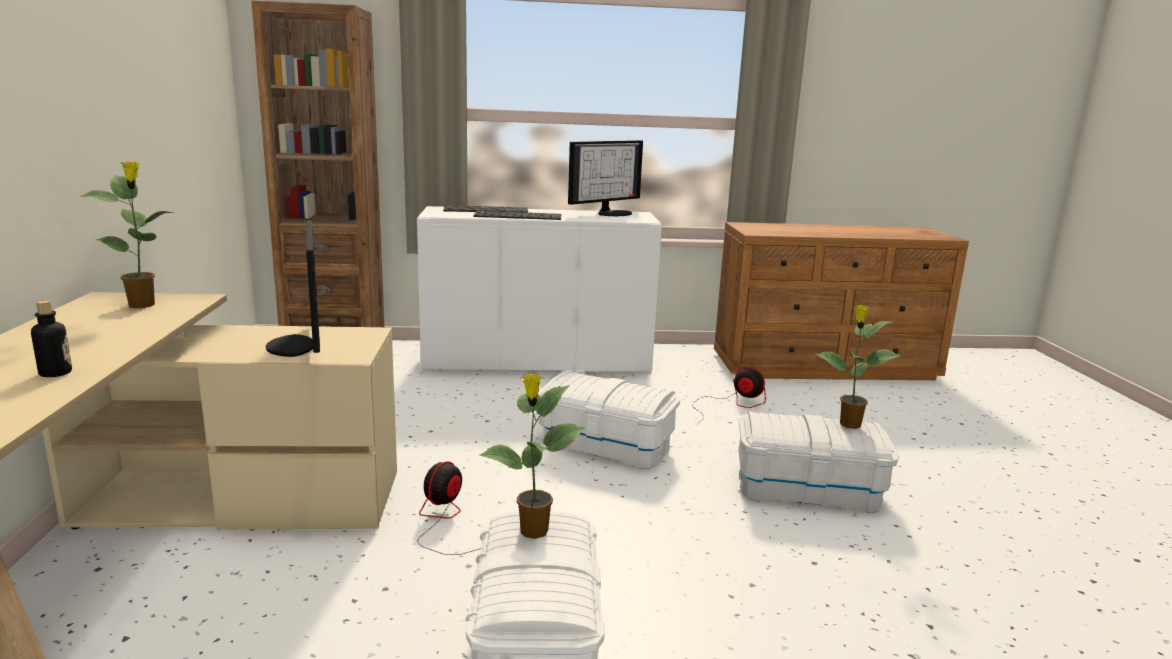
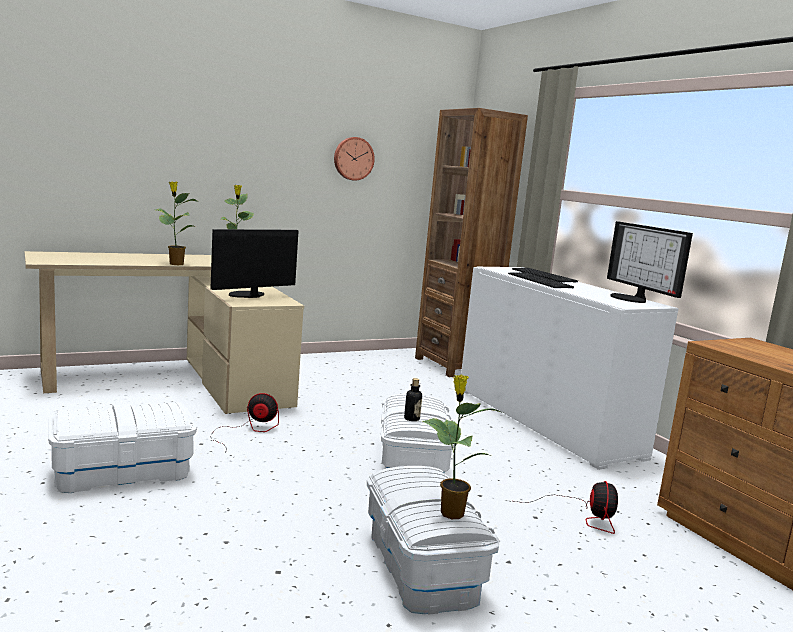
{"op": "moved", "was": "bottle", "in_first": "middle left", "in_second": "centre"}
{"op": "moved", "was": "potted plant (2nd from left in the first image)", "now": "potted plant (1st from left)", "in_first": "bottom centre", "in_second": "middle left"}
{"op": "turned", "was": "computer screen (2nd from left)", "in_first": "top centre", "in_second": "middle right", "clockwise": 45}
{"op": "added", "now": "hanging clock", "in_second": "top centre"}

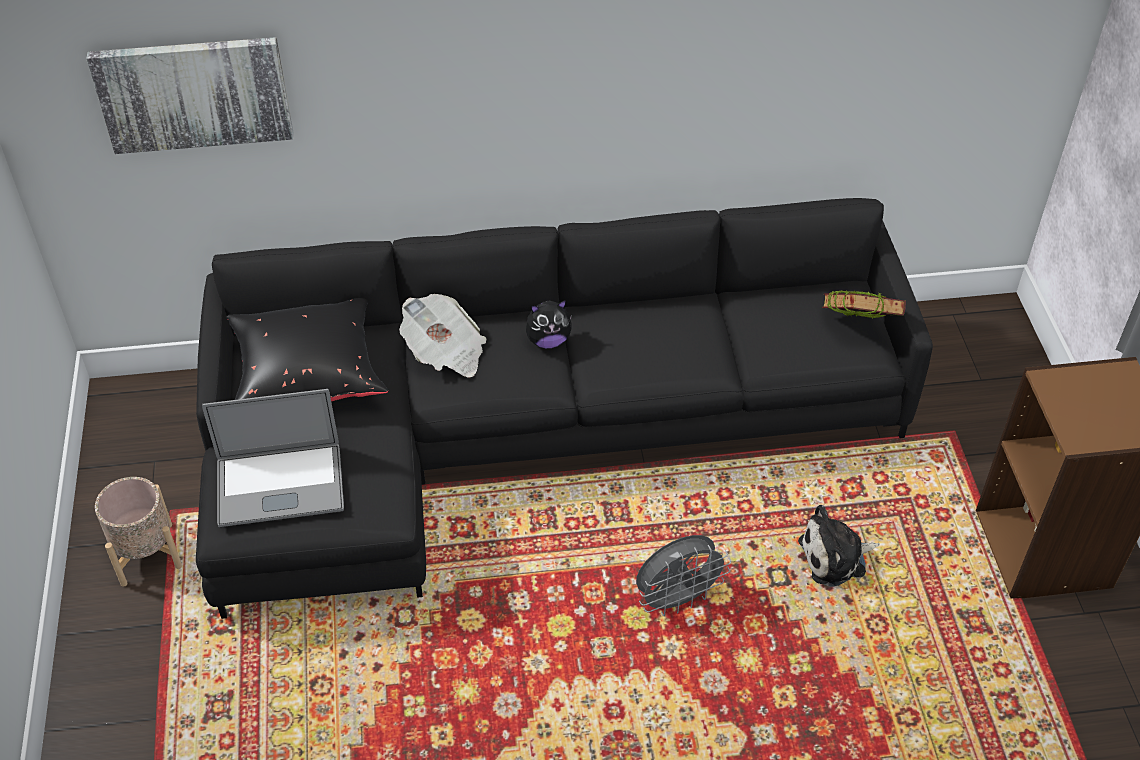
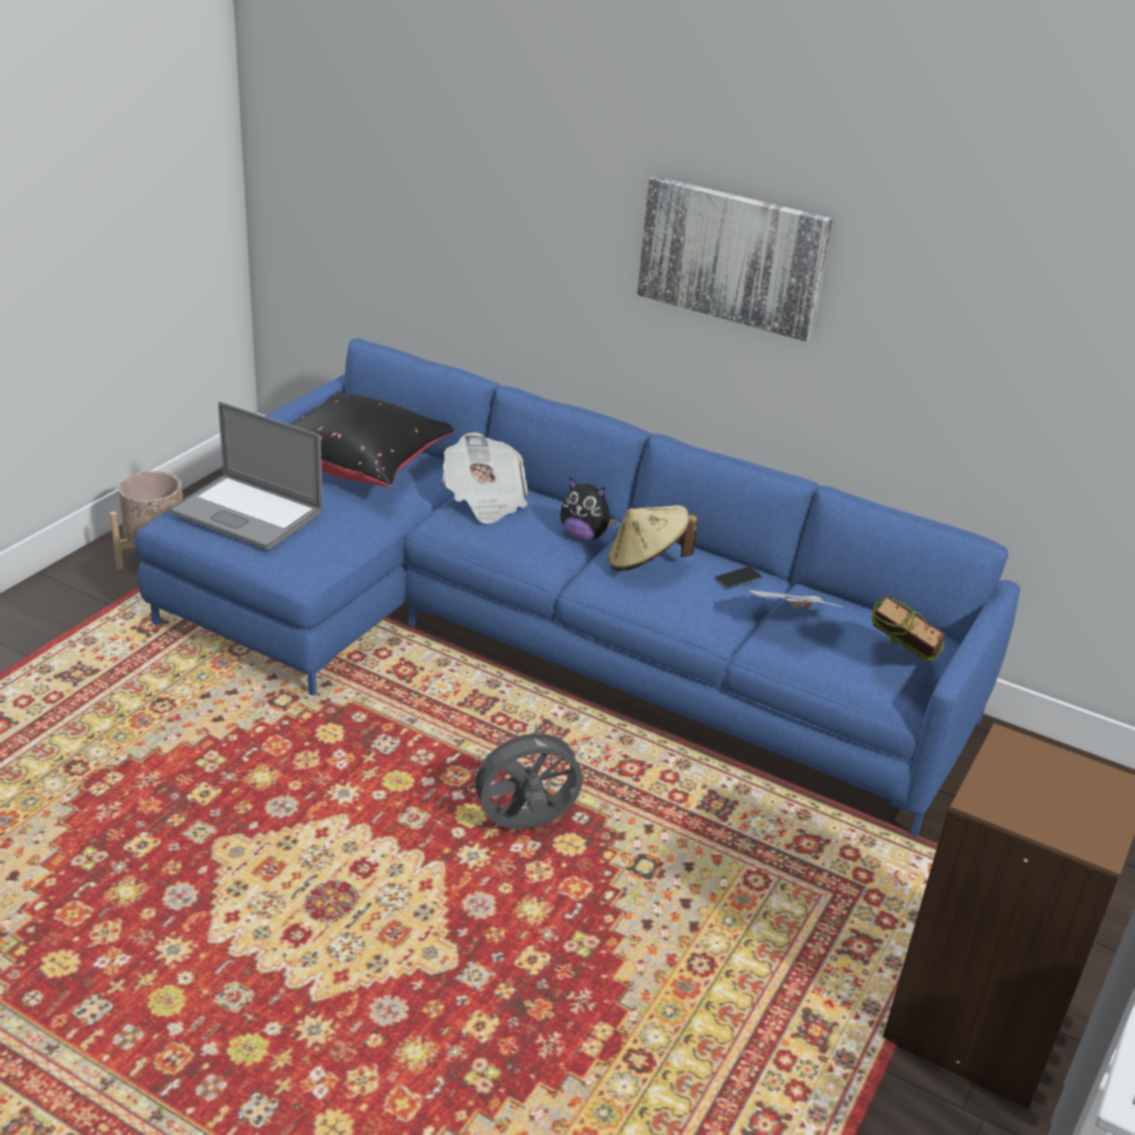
{"op": "moved", "was": "wall picture", "in_first": "top left", "in_second": "top centre"}
{"op": "recoloured", "was": "blackish couch", "now": "bluish couch", "in_first": "centre", "in_second": "centre"}
{"op": "turned", "was": "grey fan", "in_first": "bottom centre", "in_second": "bottom centre", "clockwise": 150}
{"op": "removed", "was": "soft toy (2nd from left)", "in_first": "bottom right"}
{"op": "added", "now": "beige-coloured clothing hat", "in_second": "centre"}
{"op": "added", "now": "telephone", "in_second": "centre"}
{"op": "added", "now": "newspaper (2nd from left)", "in_second": "middle right"}

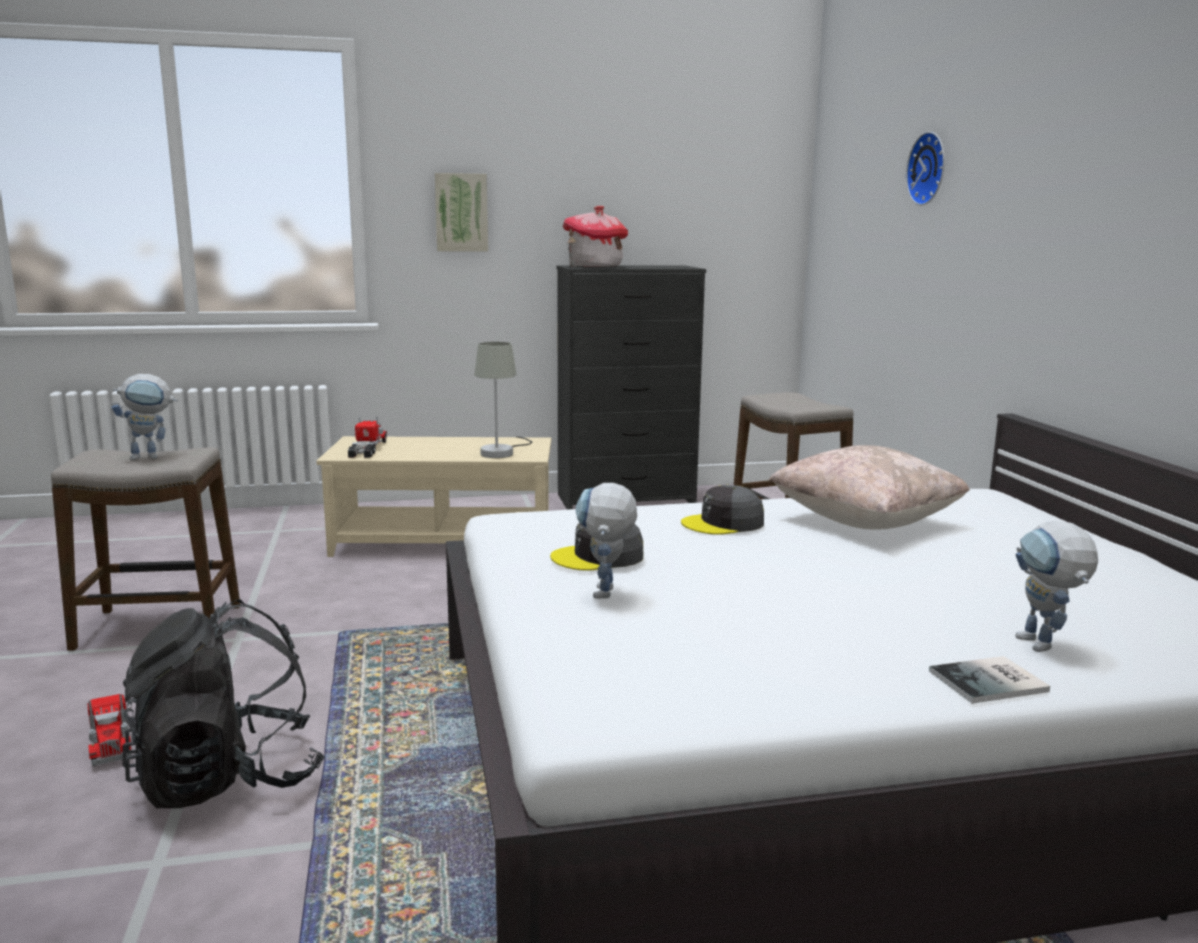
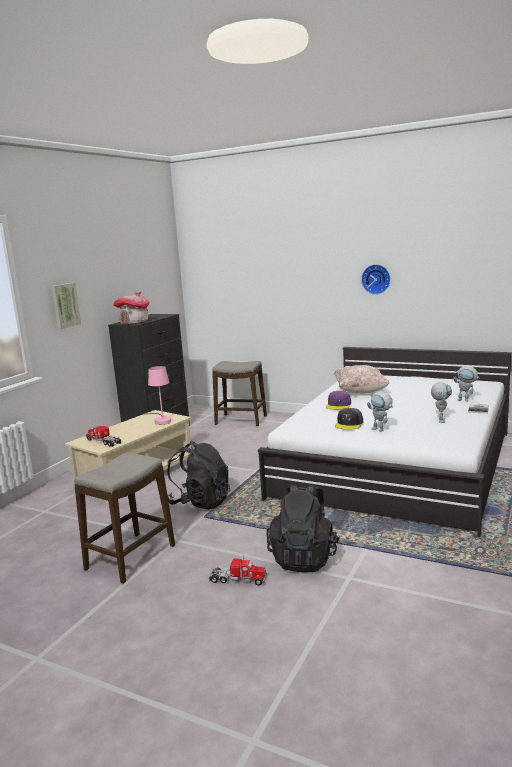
{"op": "moved", "was": "toy robot (1st from left in the first image)", "now": "toy robot (2nd from left)", "in_first": "middle left", "in_second": "middle right"}
{"op": "recoloured", "was": "grey table lamp", "now": "pink-coloured table lamp", "in_first": "centre", "in_second": "middle left"}
{"op": "recoloured", "was": "grey baseball cap (2nd from left)", "now": "purple baseball cap", "in_first": "centre", "in_second": "centre"}
{"op": "moved", "was": "hanging clock", "in_first": "top right", "in_second": "middle right"}
{"op": "added", "now": "blackish rucksack (1st from left)", "in_second": "centre"}

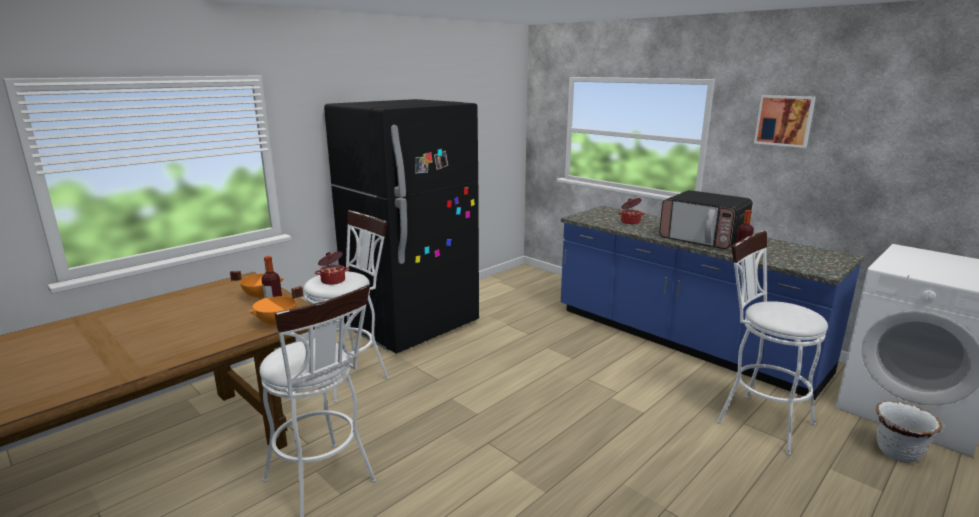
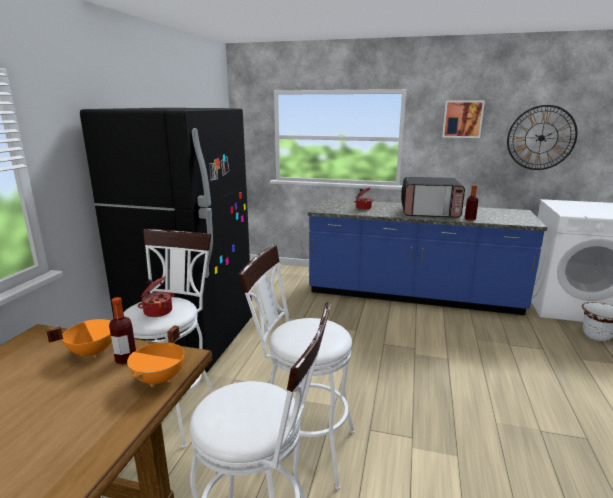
{"op": "moved", "was": "white stool (3rd from left)", "in_first": "middle right", "in_second": "bottom centre"}
{"op": "added", "now": "hanging clock", "in_second": "top right"}

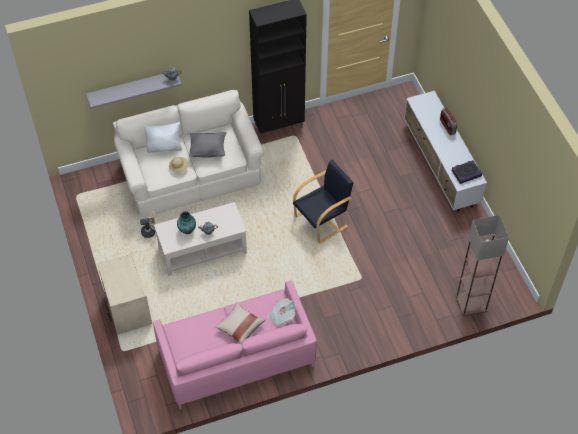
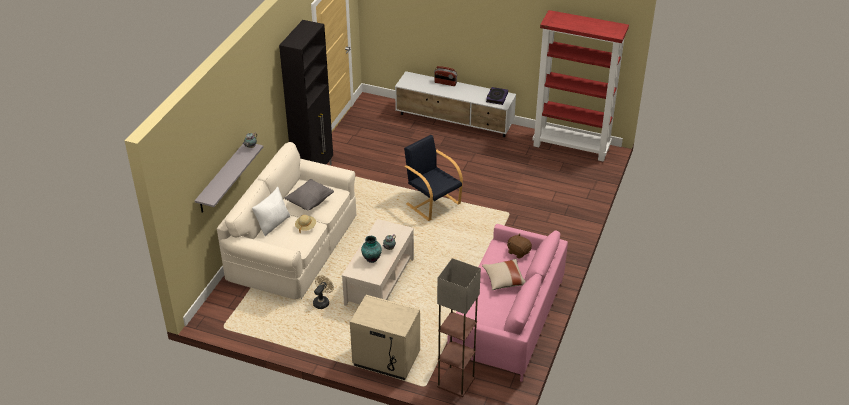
{"op": "replaced", "was": "newspaper", "now": "brownish soft toy", "in_first": "bottom centre", "in_second": "centre"}
{"op": "turned", "was": "blackish lounge chair", "in_first": "centre", "in_second": "centre", "clockwise": -45}
{"op": "moved", "was": "floor lamp", "in_first": "middle right", "in_second": "bottom centre"}
{"op": "added", "now": "reddish shelving unit", "in_second": "top right"}

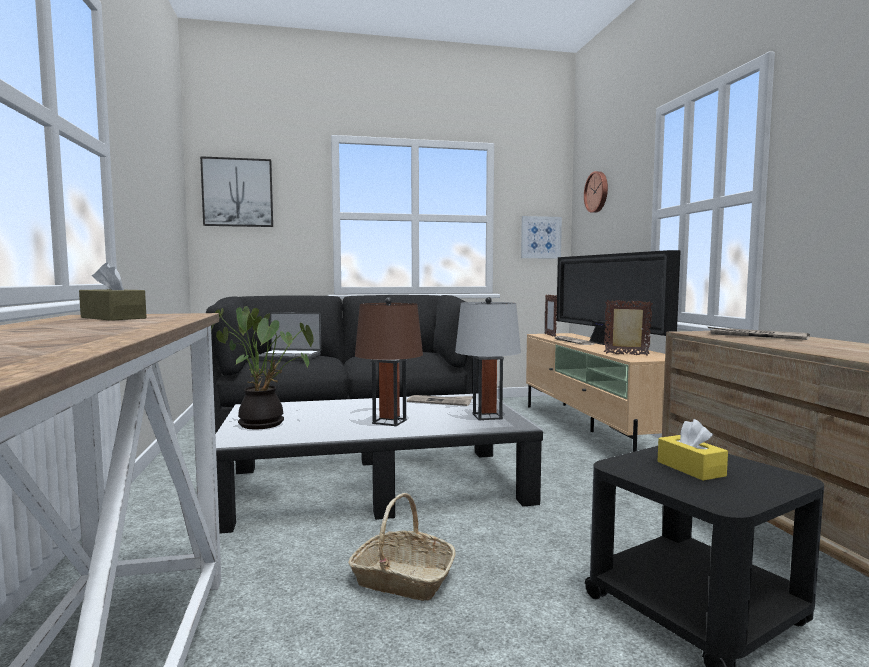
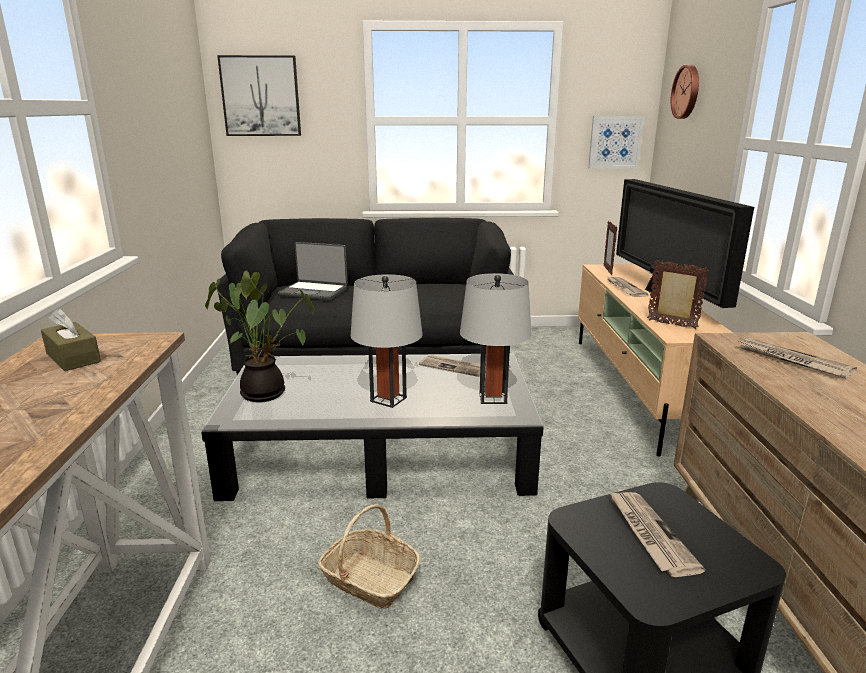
{"op": "recoloured", "was": "brownish table lamp", "now": "grey table lamp (1st from left)", "in_first": "centre", "in_second": "centre"}
{"op": "replaced", "was": "yellowish tissue holder", "now": "newspaper (3rd from left)", "in_first": "bottom right", "in_second": "bottom right"}

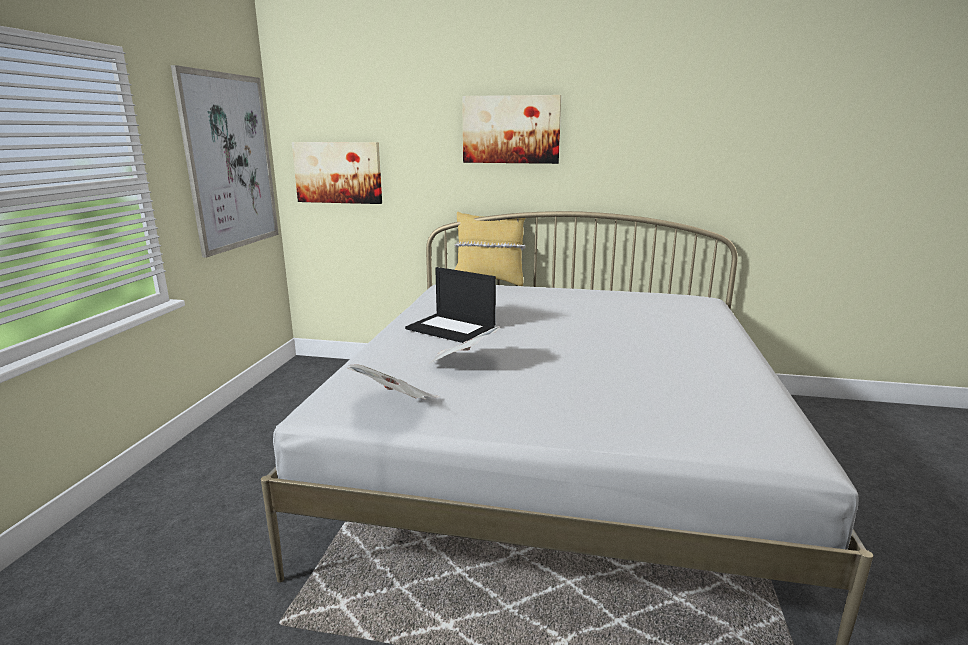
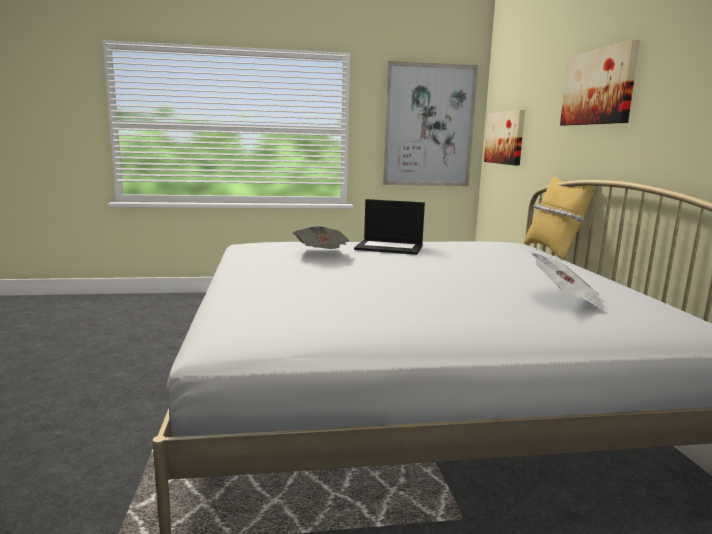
{"op": "moved", "was": "newspaper (1st from left in the first image)", "now": "newspaper (2nd from left)", "in_first": "centre", "in_second": "middle right"}
{"op": "turned", "was": "laptop", "in_first": "centre", "in_second": "centre", "clockwise": -90}

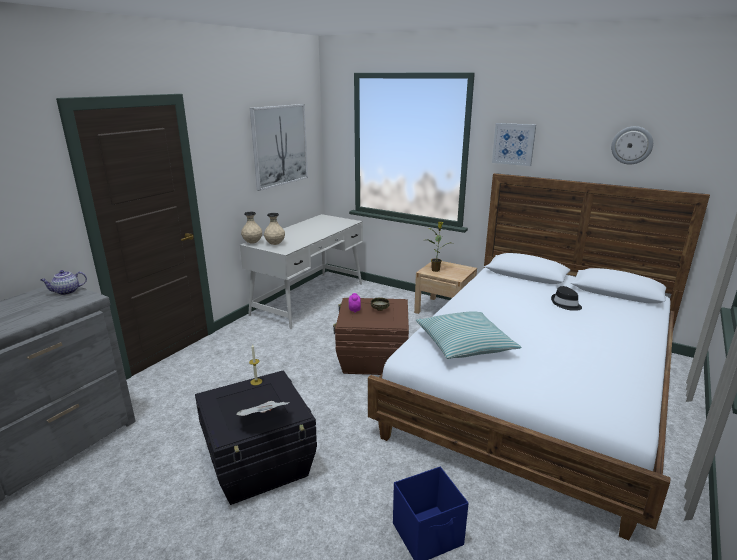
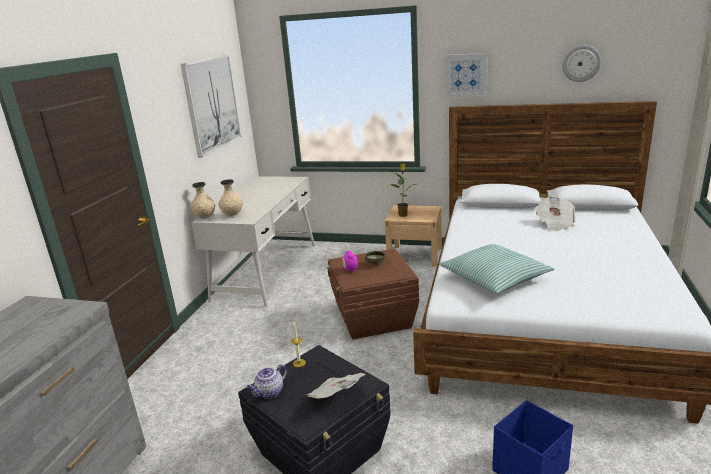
{"op": "moved", "was": "tea pot", "in_first": "middle left", "in_second": "bottom centre"}
{"op": "replaced", "was": "blackish clothing hat", "now": "newspaper (2nd from left)", "in_first": "middle right", "in_second": "middle right"}

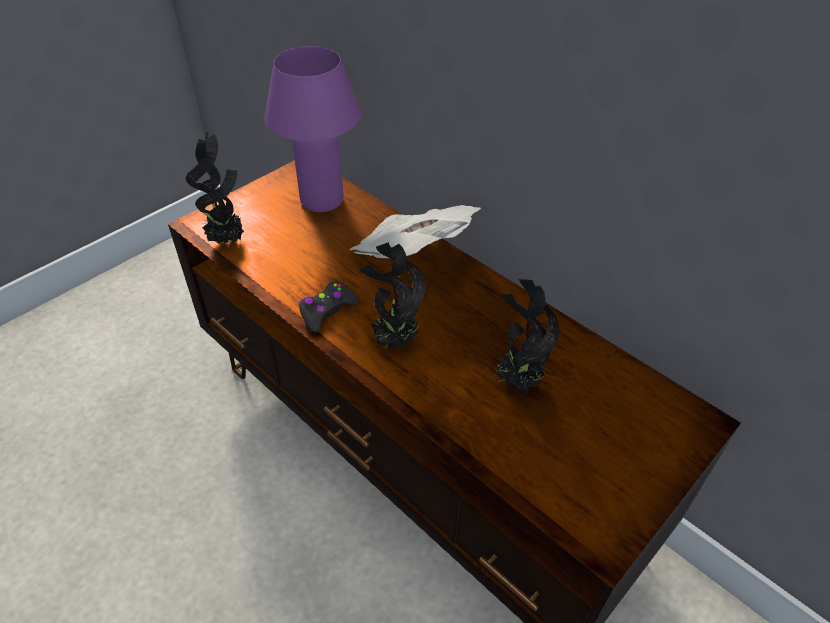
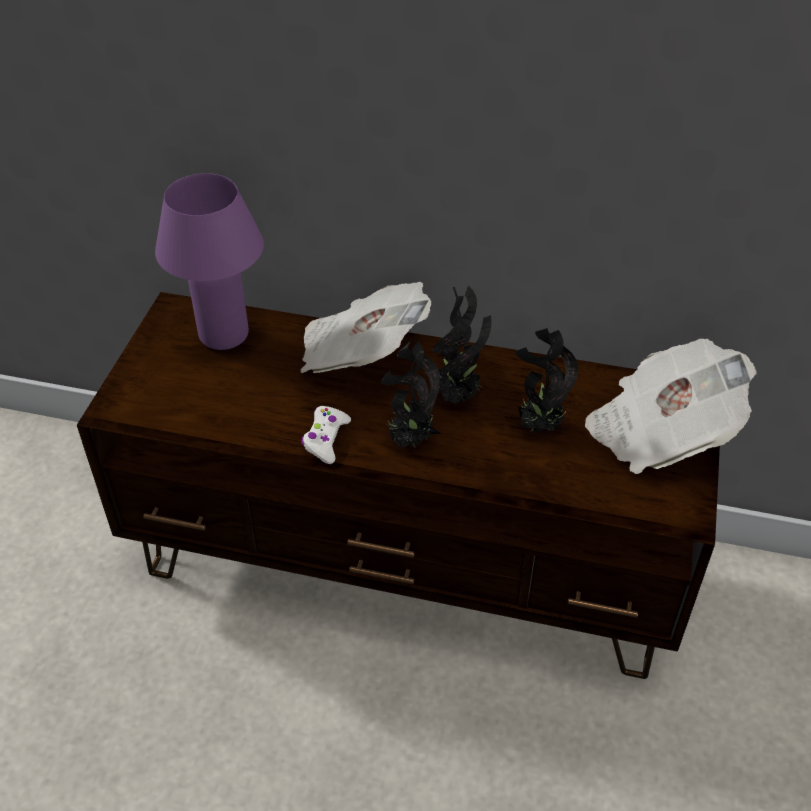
{"op": "moved", "was": "potted plant (1st from left in the first image)", "now": "potted plant (2nd from left)", "in_first": "top left", "in_second": "centre"}
{"op": "recoloured", "was": "blackish joypad", "now": "white joypad", "in_first": "centre", "in_second": "centre"}
{"op": "added", "now": "newspaper (2nd from left)", "in_second": "middle right"}

